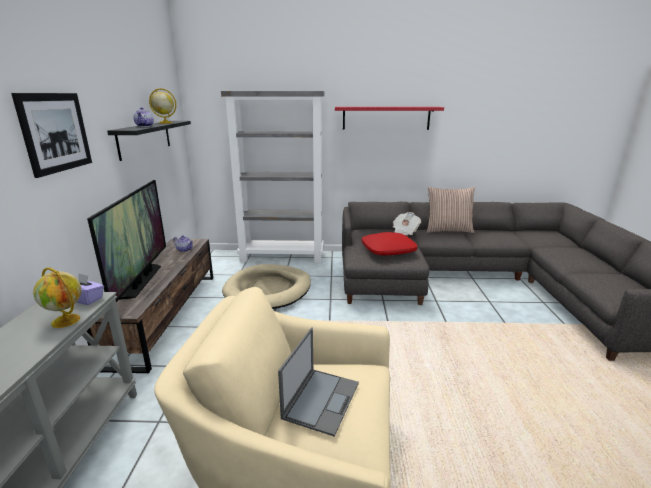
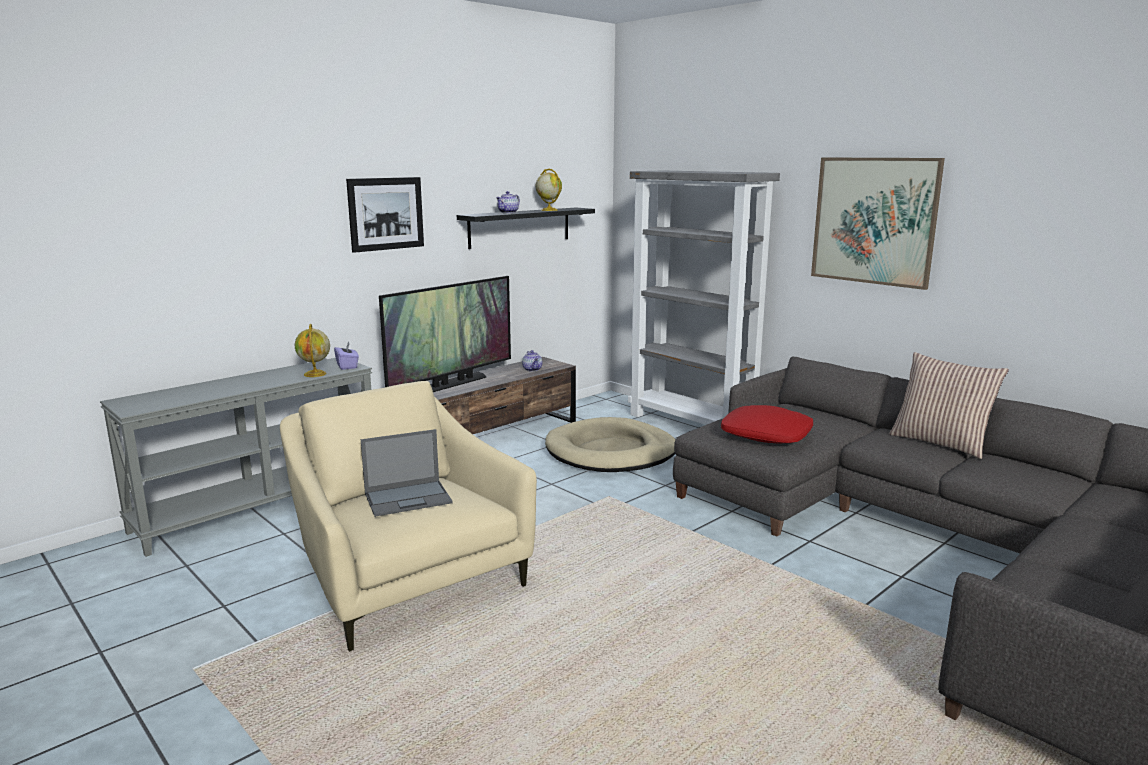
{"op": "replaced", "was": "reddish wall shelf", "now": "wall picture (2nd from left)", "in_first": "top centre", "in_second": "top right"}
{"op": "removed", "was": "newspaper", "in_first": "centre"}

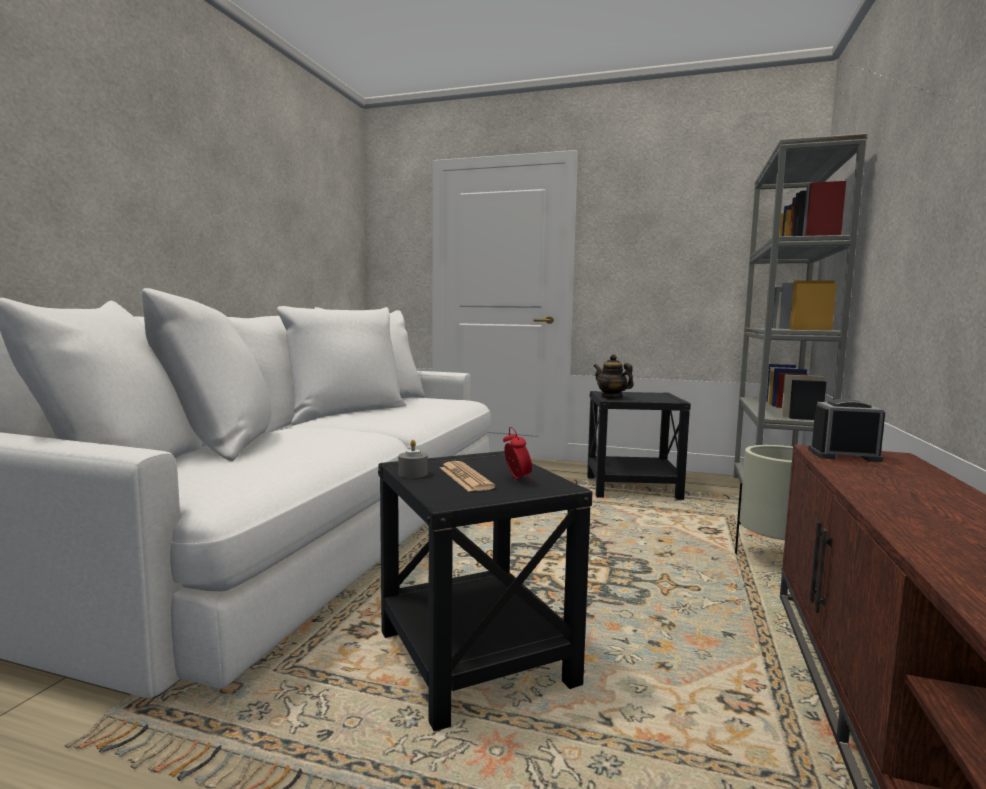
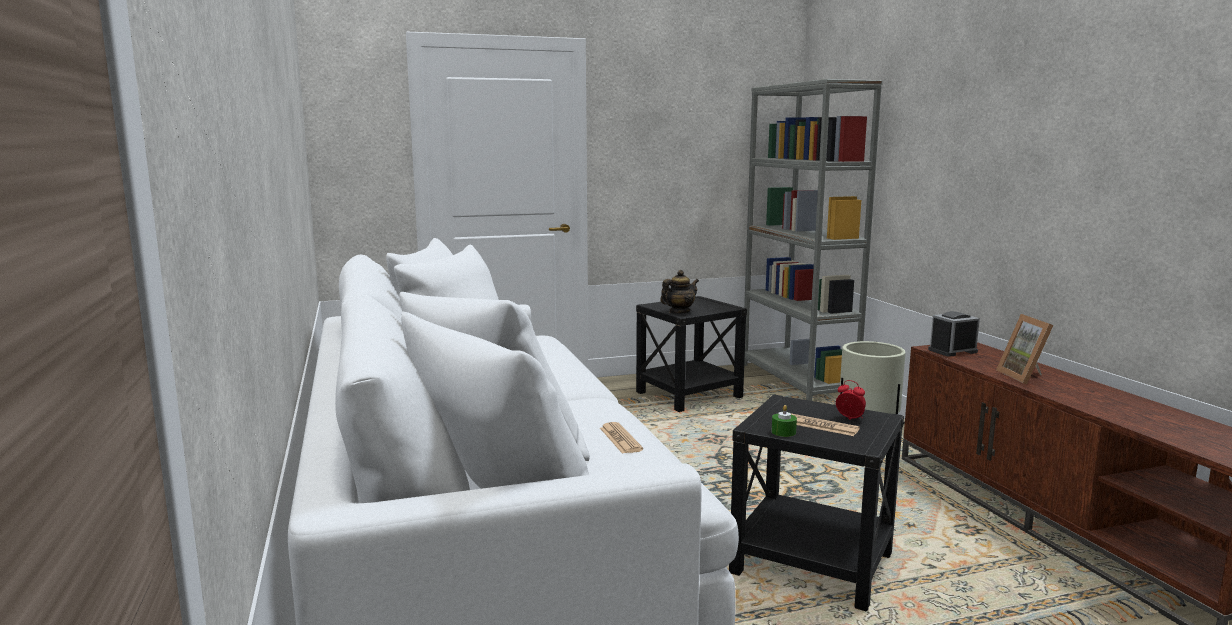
{"op": "recoloured", "was": "grey candle", "now": "green candle", "in_first": "centre", "in_second": "bottom centre"}
{"op": "turned", "was": "tea pot", "in_first": "centre", "in_second": "centre", "clockwise": 135}
{"op": "added", "now": "newspaper (1st from left)", "in_second": "bottom centre"}
{"op": "added", "now": "photo frame", "in_second": "middle right"}

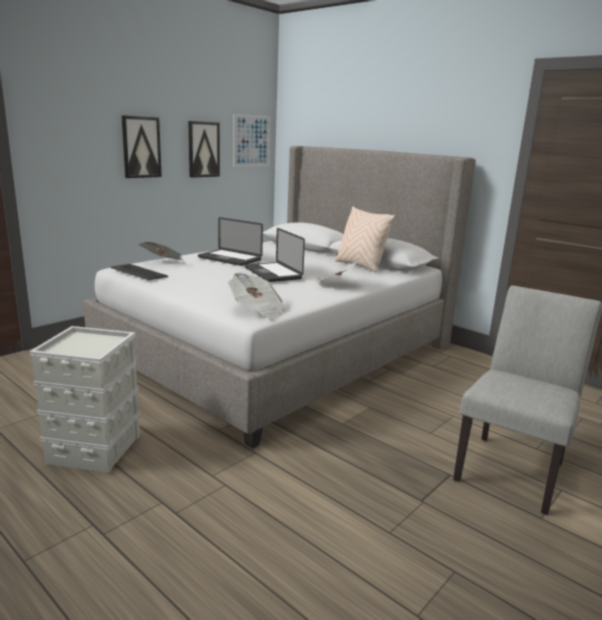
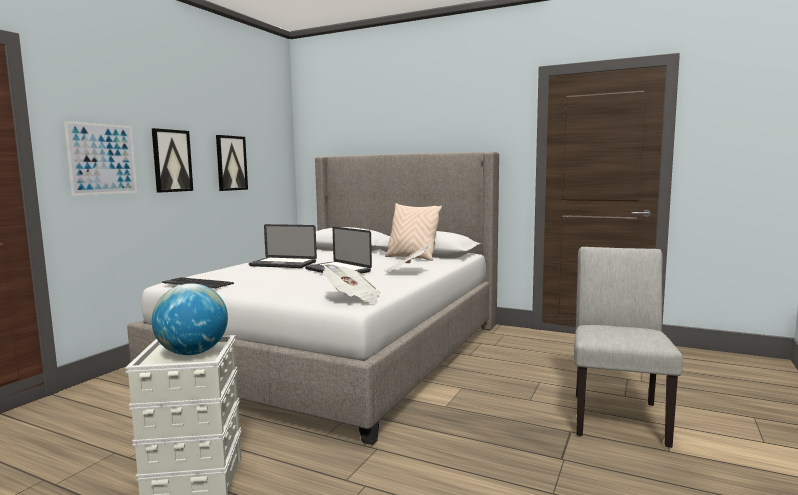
{"op": "removed", "was": "newspaper (1st from left)", "in_first": "middle left"}
{"op": "moved", "was": "wall picture (3rd from left in the first image)", "now": "wall picture (1st from left)", "in_first": "top centre", "in_second": "top left"}
{"op": "added", "now": "world globe", "in_second": "middle left"}

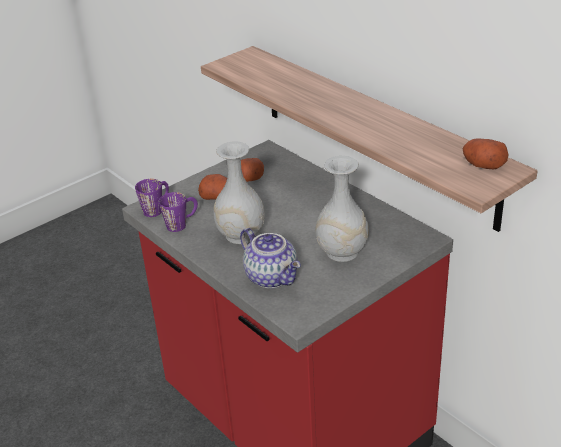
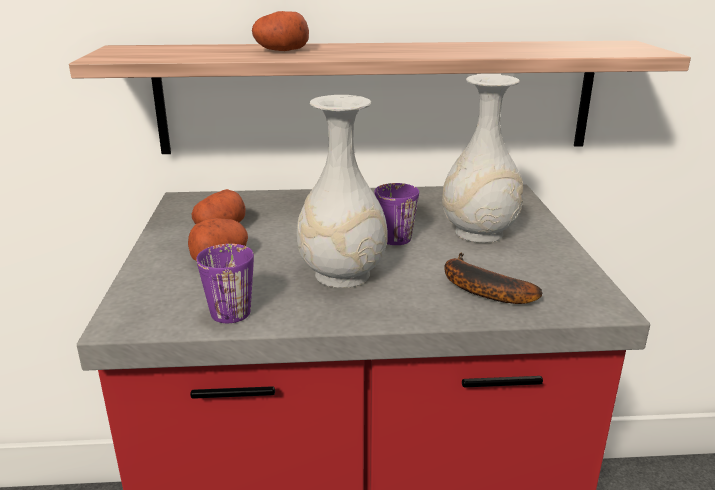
{"op": "moved", "was": "purple coffee mug (1st from left in the first image)", "now": "purple coffee mug (2nd from left)", "in_first": "middle left", "in_second": "centre"}
{"op": "replaced", "was": "tea pot", "now": "banana fruit", "in_first": "centre", "in_second": "middle right"}
{"op": "moved", "was": "whole potato (3rd from left)", "in_first": "middle right", "in_second": "top centre"}

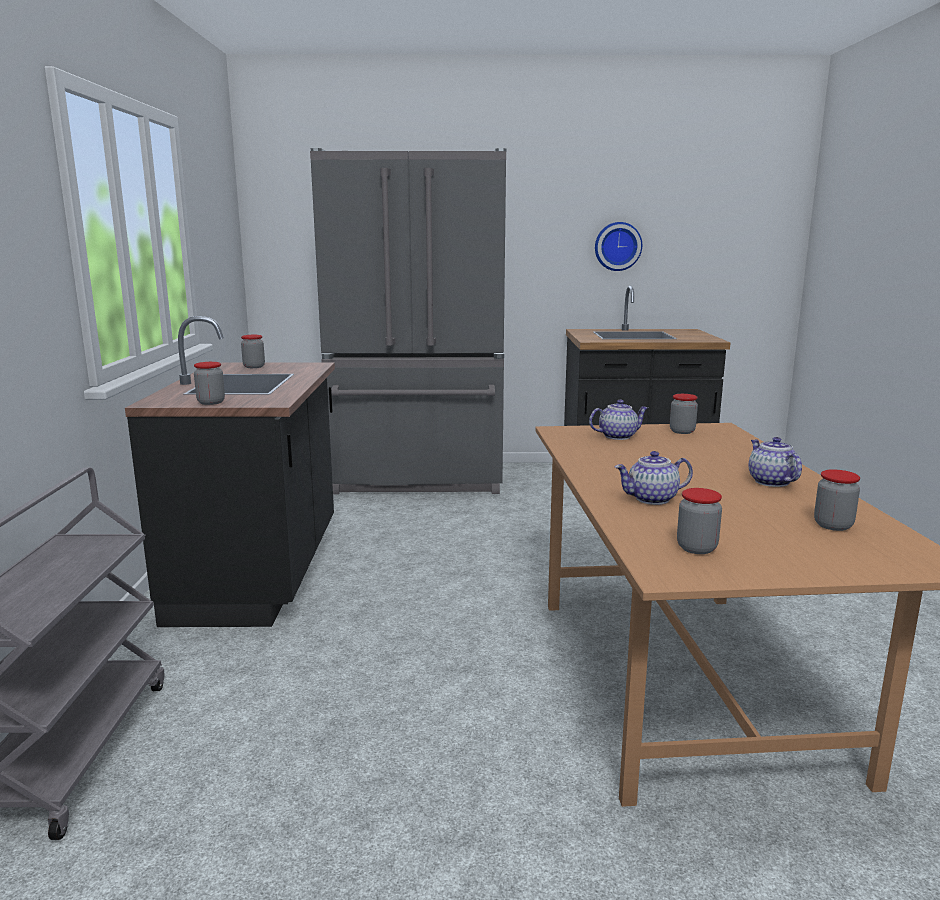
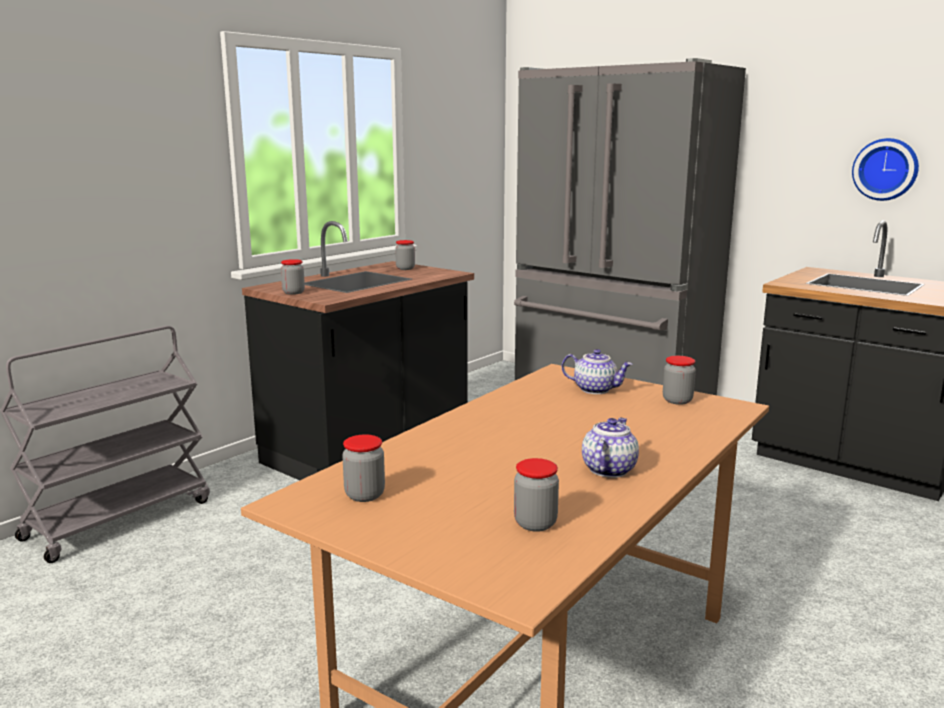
{"op": "removed", "was": "tea pot (2nd from left)", "in_first": "middle right"}

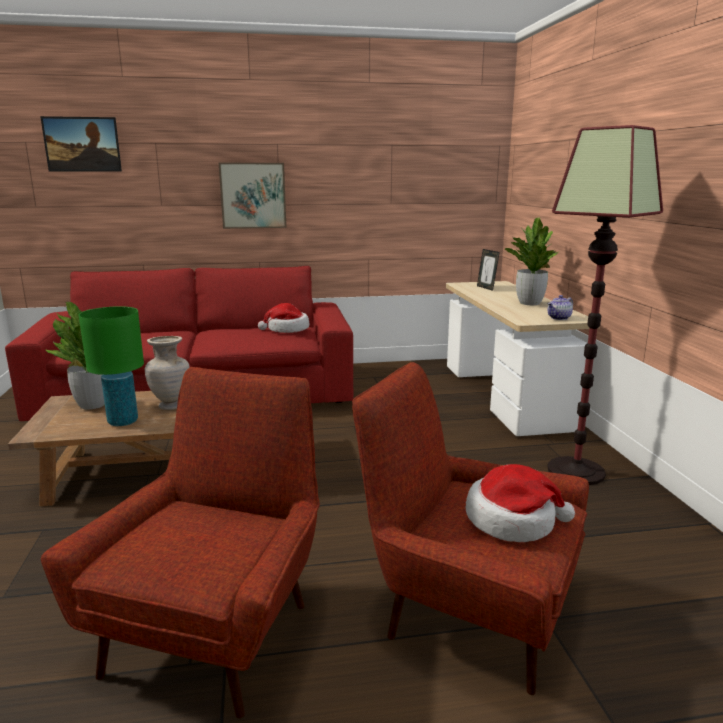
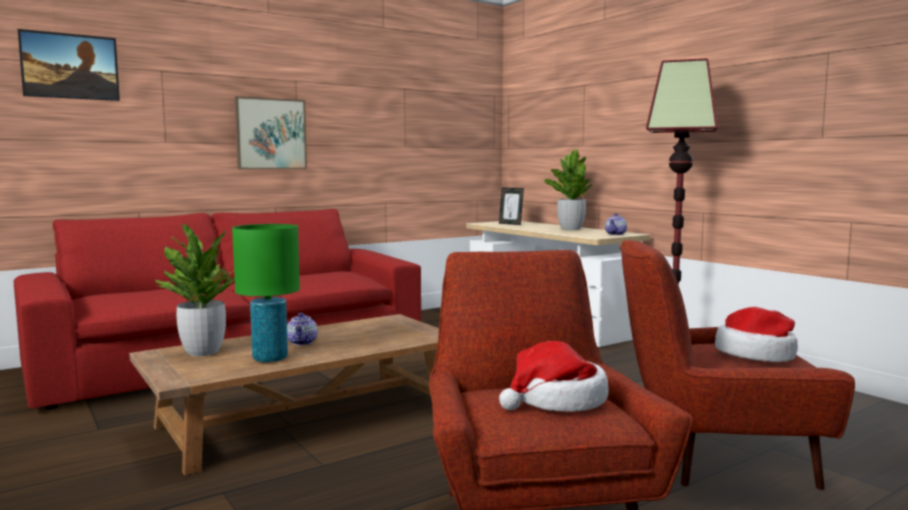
{"op": "replaced", "was": "beige-coloured vase", "now": "tea pot (1st from left)", "in_first": "middle left", "in_second": "middle left"}
{"op": "moved", "was": "clothing hat (1st from left)", "in_first": "centre", "in_second": "bottom centre"}

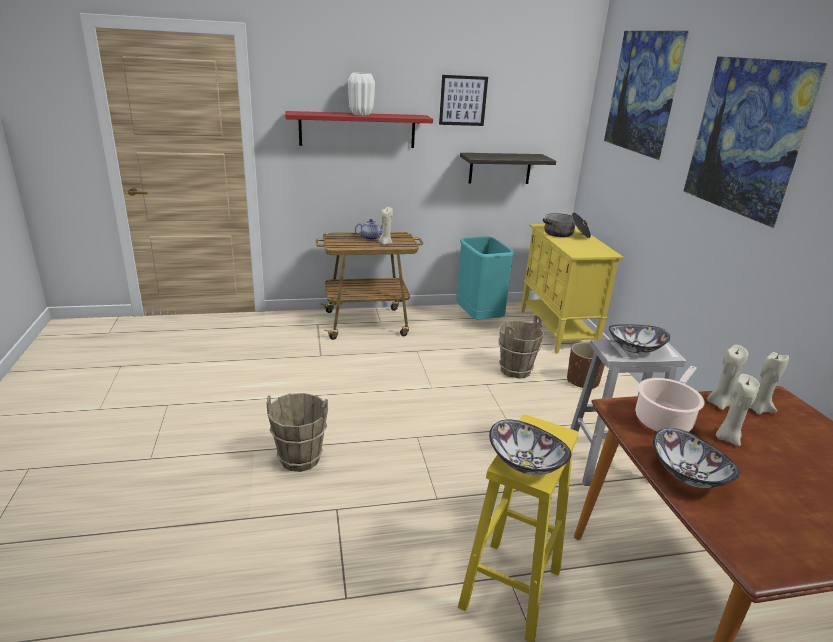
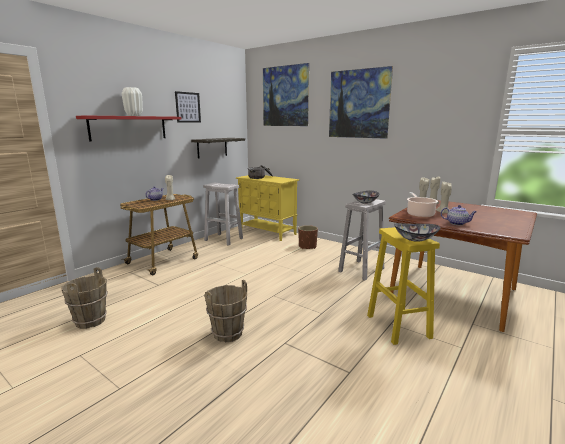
{"op": "replaced", "was": "turquoise-coloured rubbish bin", "now": "white stool (1st from left)", "in_first": "centre", "in_second": "centre"}
{"op": "moved", "was": "brownish bucket (2nd from left in the first image)", "now": "brownish bucket (1st from left)", "in_first": "centre", "in_second": "bottom left"}
{"op": "replaced", "was": "deep dish (3rd from left)", "now": "tea pot (2nd from left)", "in_first": "bottom right", "in_second": "middle right"}

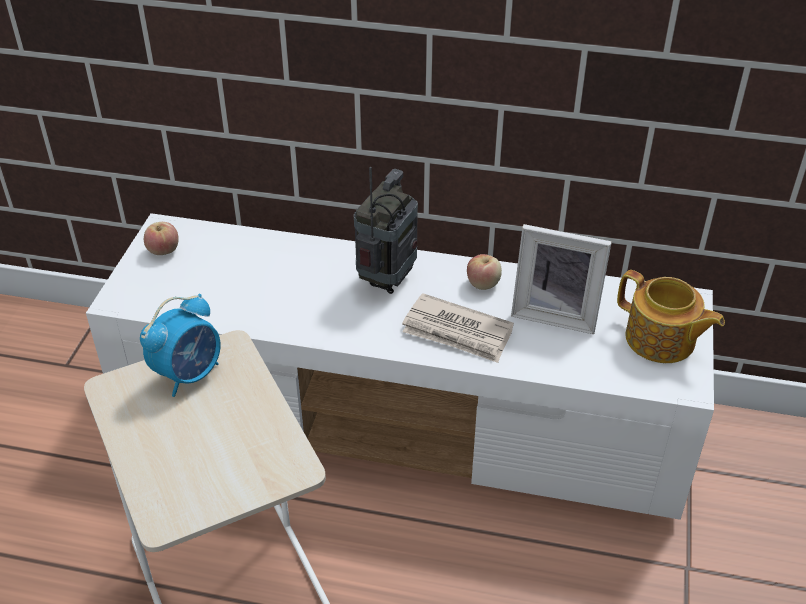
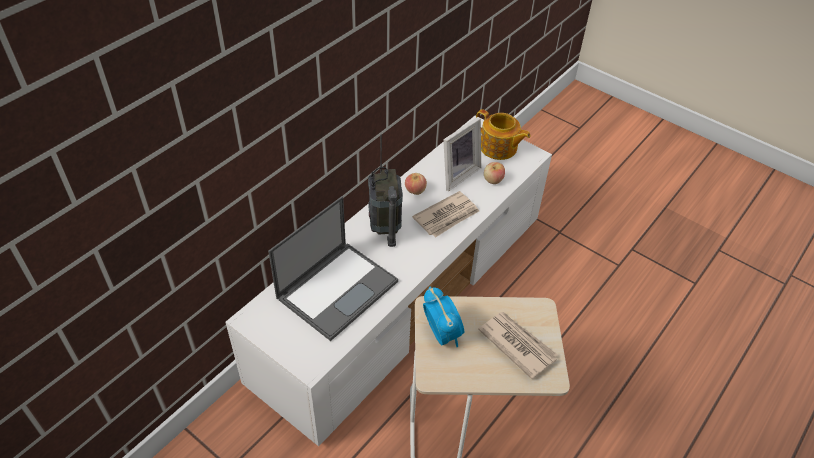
{"op": "moved", "was": "apple (1st from left in the first image)", "now": "apple (2nd from left)", "in_first": "middle left", "in_second": "centre"}
{"op": "turned", "was": "radio set", "in_first": "centre", "in_second": "centre", "clockwise": -150}
{"op": "turned", "was": "tea pot", "in_first": "middle right", "in_second": "top centre", "clockwise": 60}
{"op": "added", "now": "laptop", "in_second": "centre"}
{"op": "added", "now": "newspaper (2nd from left)", "in_second": "bottom centre"}

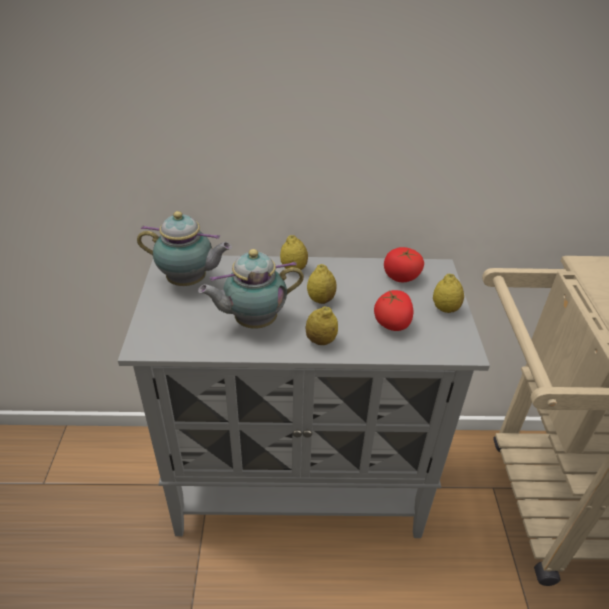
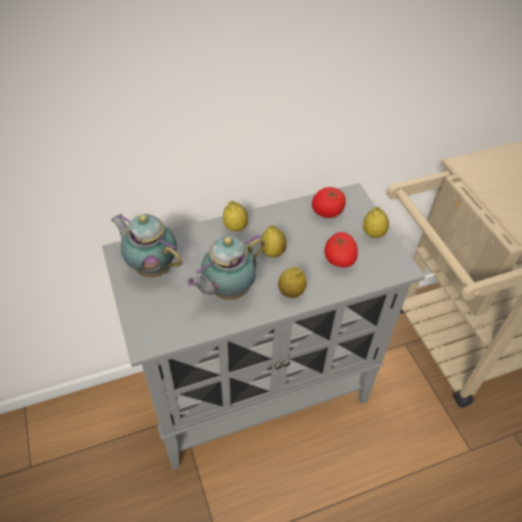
{"op": "turned", "was": "tea pot (1st from left)", "in_first": "middle left", "in_second": "middle left", "clockwise": -135}

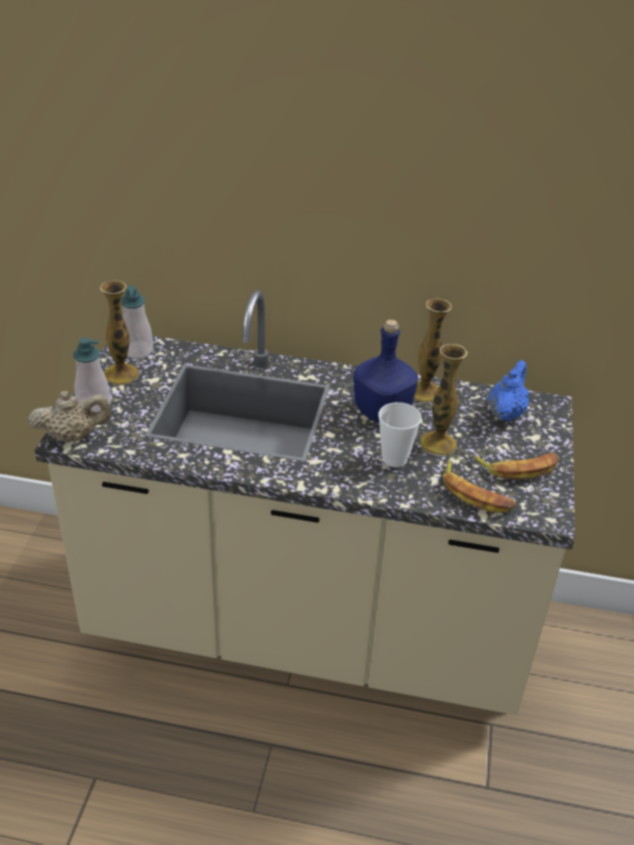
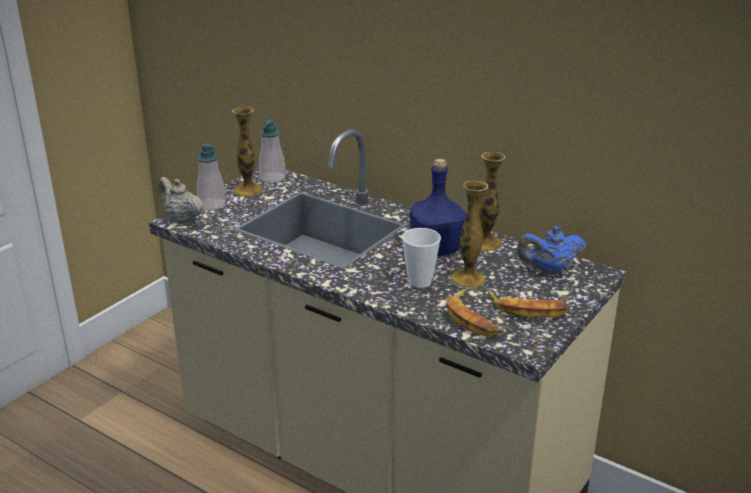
{"op": "turned", "was": "beige-coloured tea pot", "in_first": "middle left", "in_second": "middle left", "clockwise": -150}
{"op": "turned", "was": "bluish tea pot", "in_first": "middle right", "in_second": "middle right", "clockwise": -150}

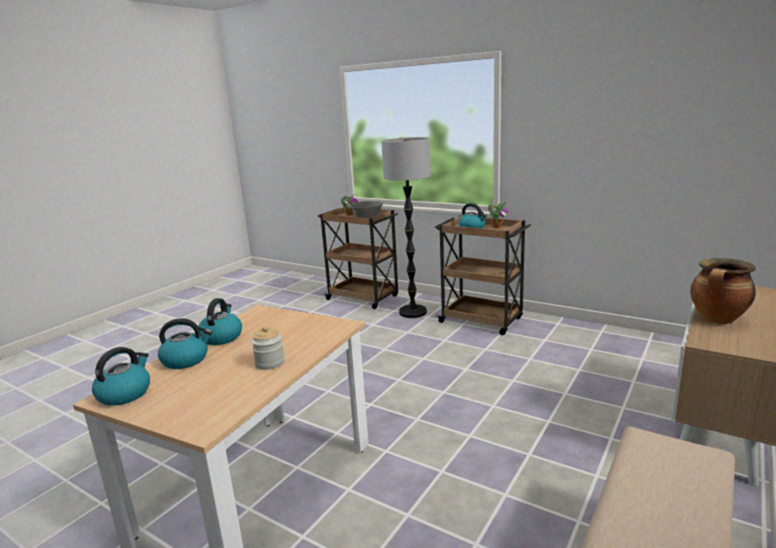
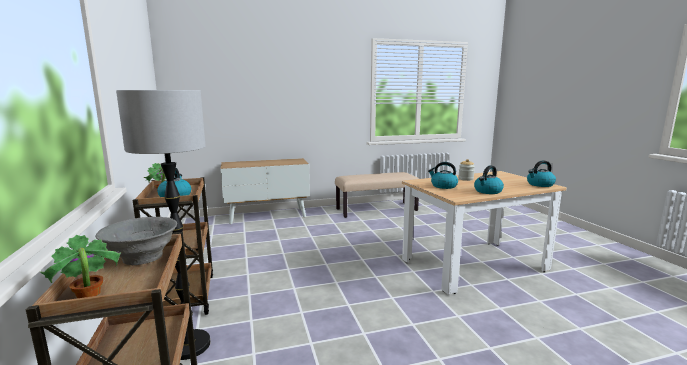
{"op": "moved", "was": "kettle (2nd from left)", "in_first": "middle left", "in_second": "centre"}
{"op": "removed", "was": "stockpot", "in_first": "middle right"}

